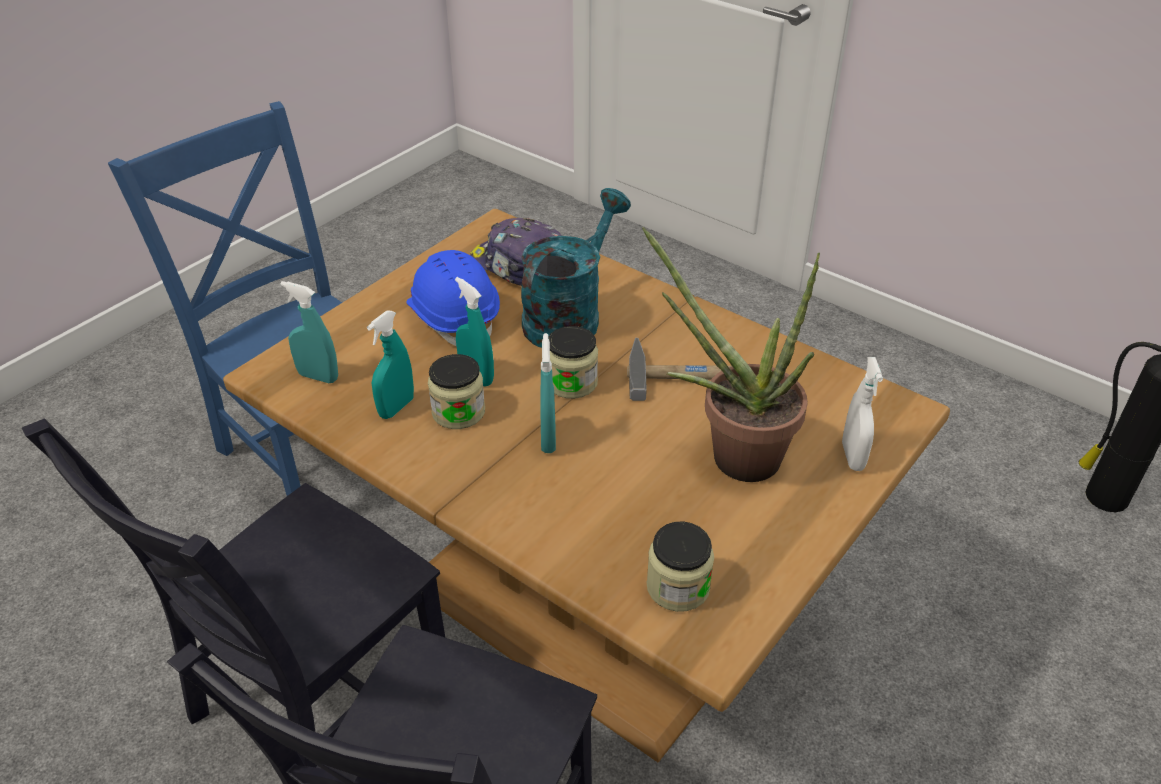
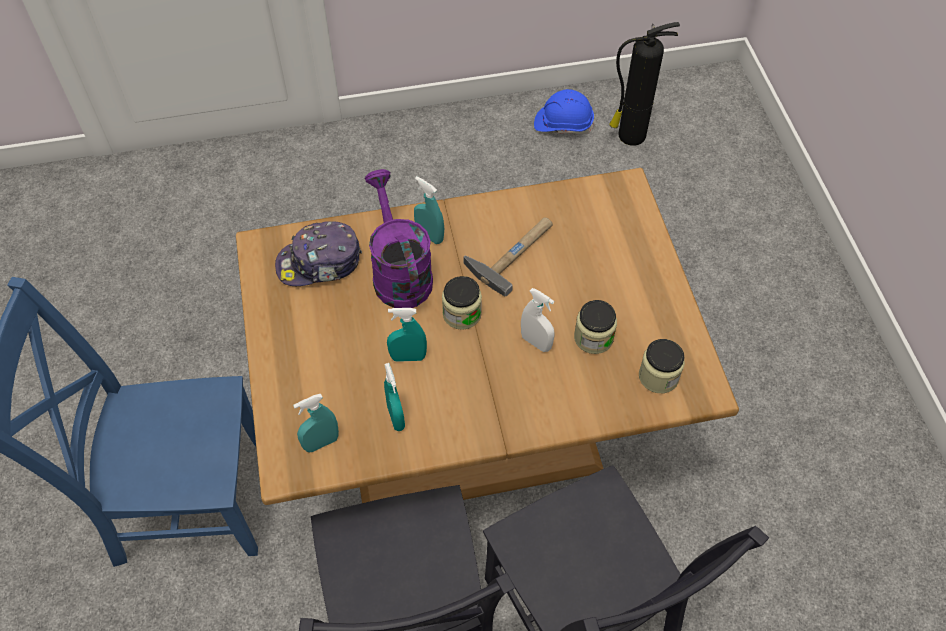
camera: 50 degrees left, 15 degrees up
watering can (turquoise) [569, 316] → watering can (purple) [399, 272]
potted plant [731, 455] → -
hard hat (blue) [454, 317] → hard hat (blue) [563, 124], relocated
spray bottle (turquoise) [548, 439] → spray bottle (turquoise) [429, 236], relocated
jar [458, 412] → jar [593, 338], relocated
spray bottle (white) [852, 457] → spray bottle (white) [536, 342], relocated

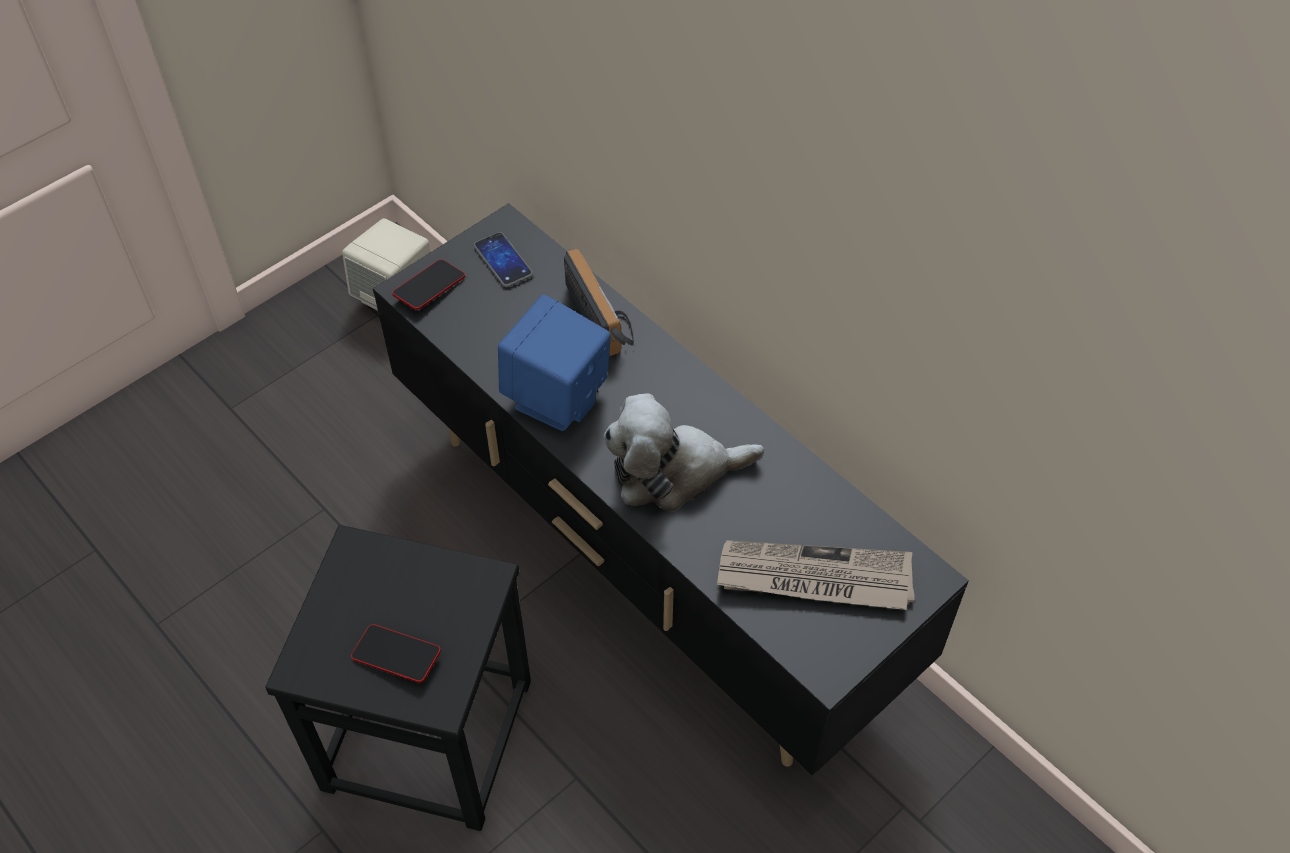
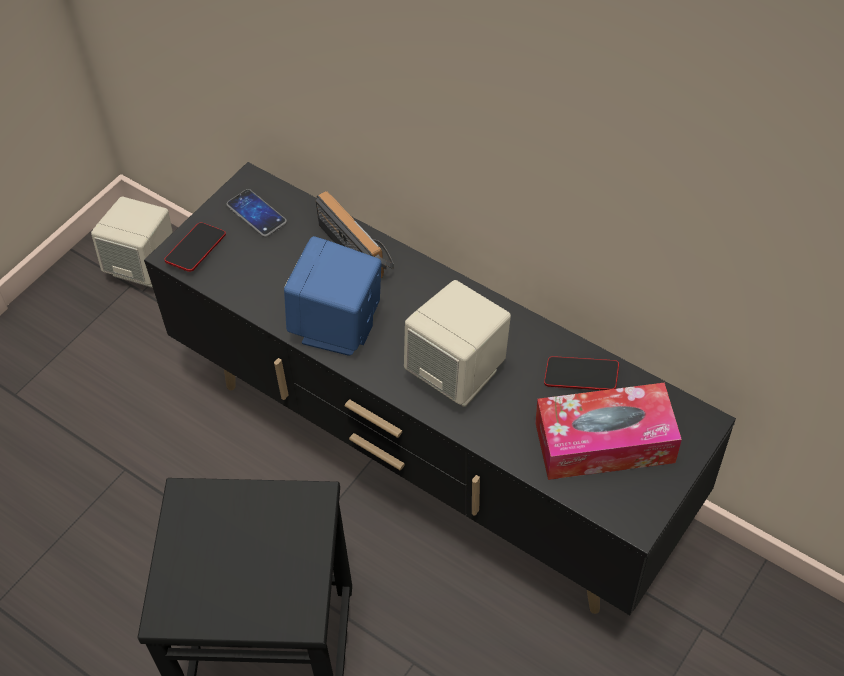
camera: 10 degrees left, 0 degrees up
plush toy [673, 472] → speaker (beige) [458, 373]
newspaper [814, 578] → tissue box [604, 442]
phone [396, 656] → phone [581, 377], relocated

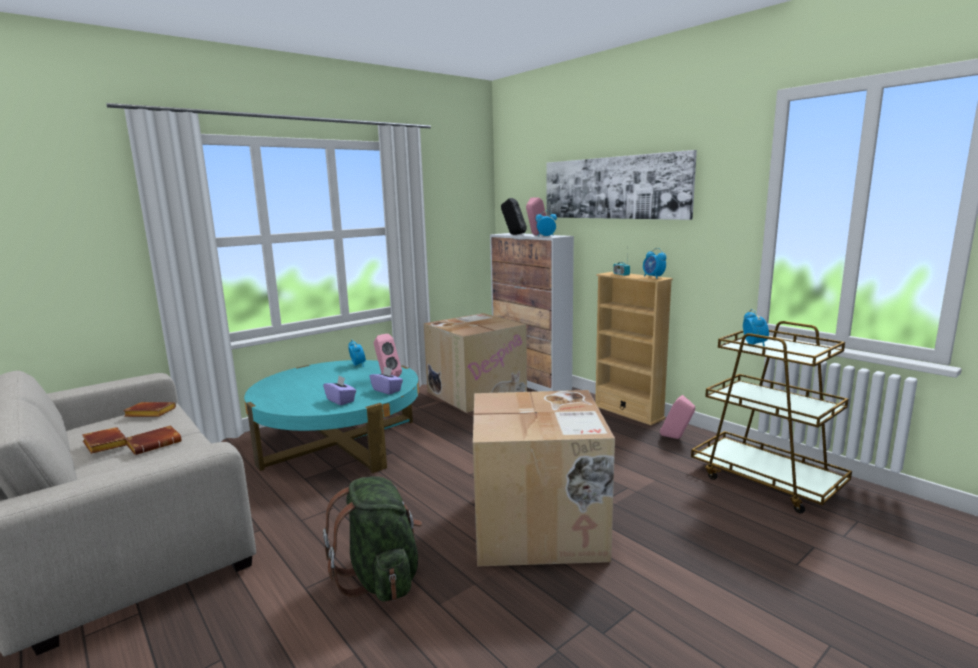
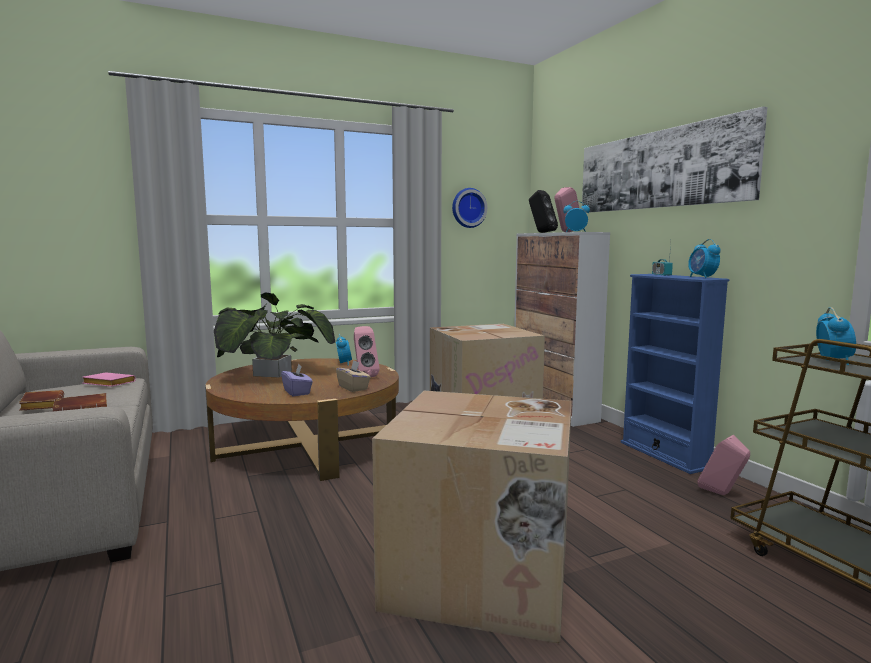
camera: 15 degrees right, 5 degrees down
bookcase (beige) [628, 412] → bookcase (blue) [664, 455]
coffee table (turquoise) [340, 442] → coffee table (brown) [307, 444]
tissue box (purple) [387, 390] → tissue box (beige) [353, 388]
book (brown) [149, 413] → book (pink) [107, 384]
backpack (green) [381, 578] → -
- → wall clock [468, 208]
- → potted plant [272, 373]

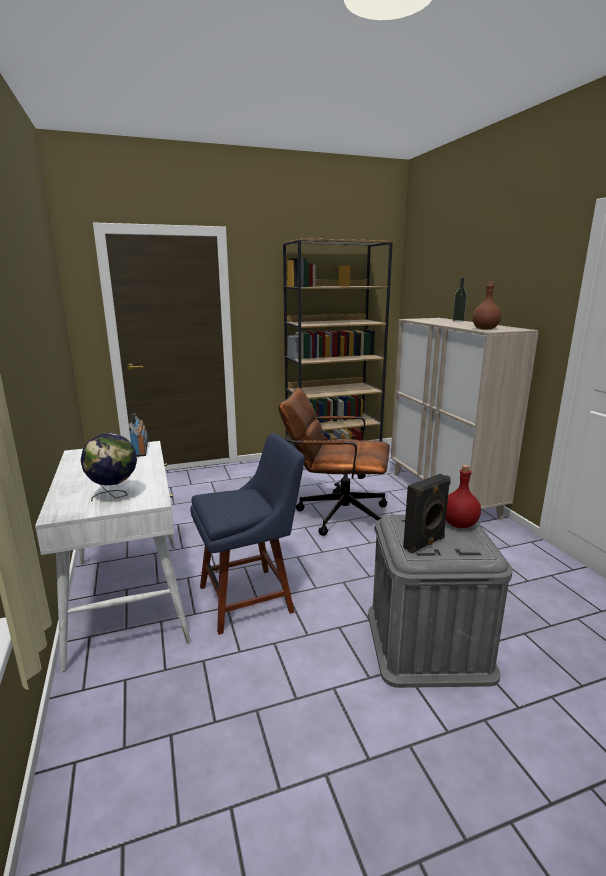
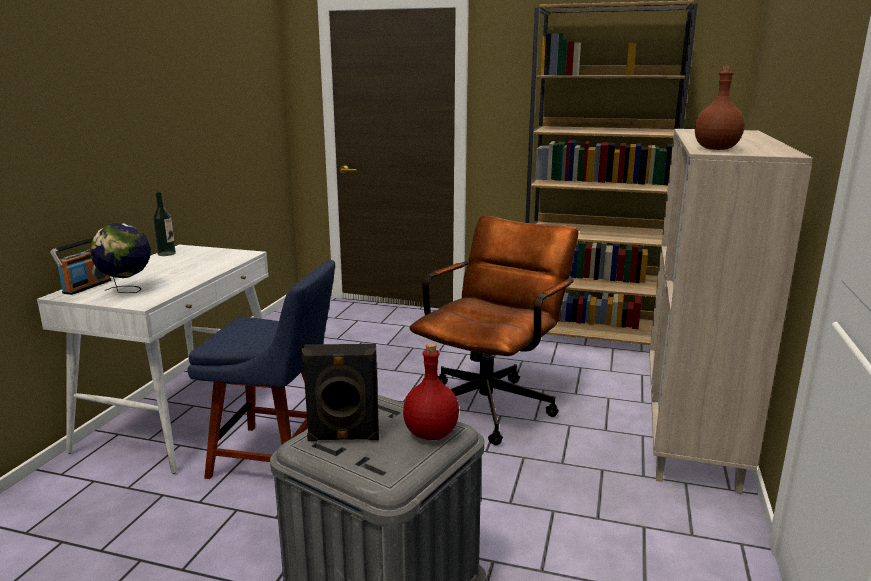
camera: 35 degrees right, 0 degrees up
bottle [458, 321] → bottle [166, 254], relocated
office chair (brown) [335, 514] → office chair (brown) [492, 403], 75 degrees clockwise
radio [140, 450] → radio [86, 287], relocated

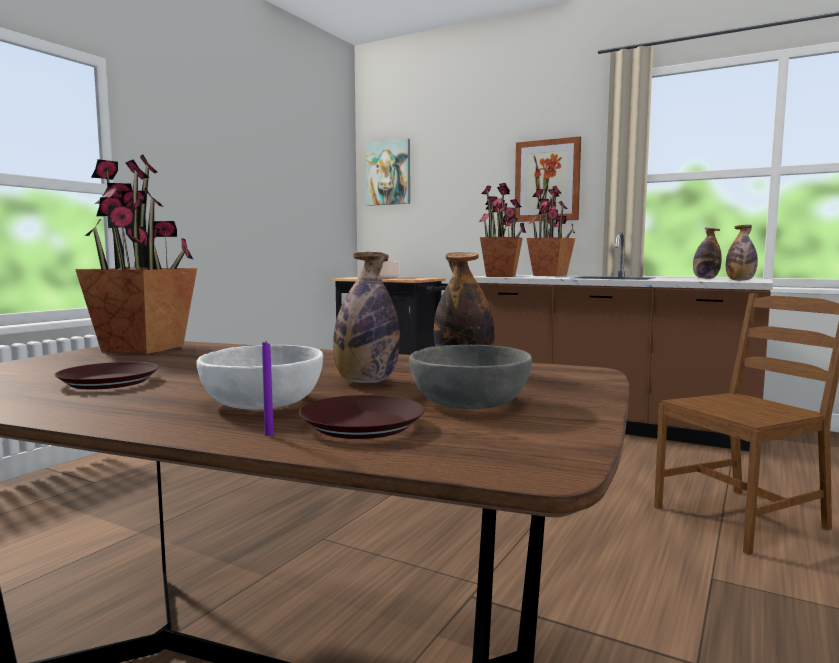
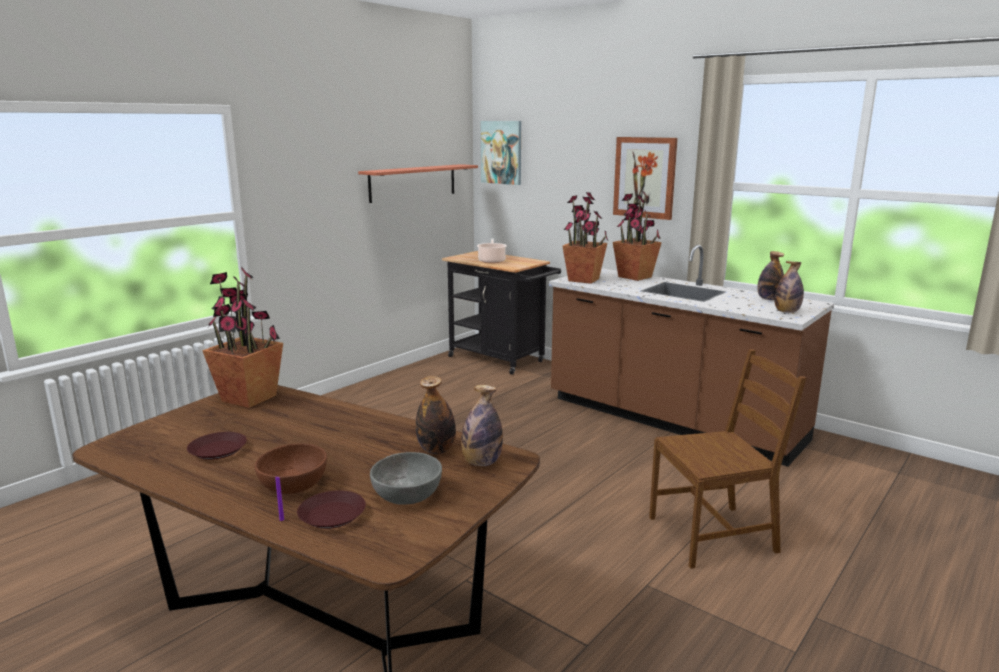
camera: 10 degrees right, 10 degrees up
bottle [366, 382] → bottle [481, 463], relocated
bowl (white) [263, 402] → bowl (brown) [293, 484]
- → shelf [413, 182]

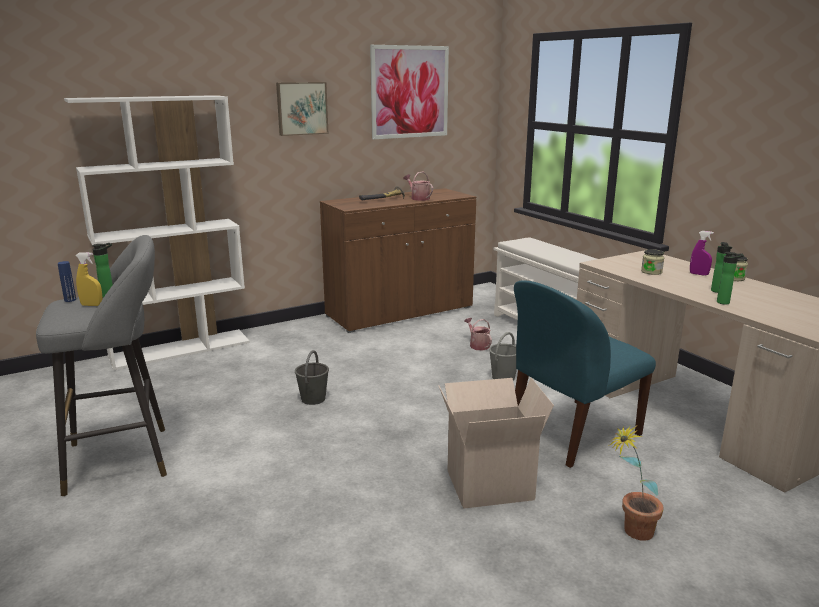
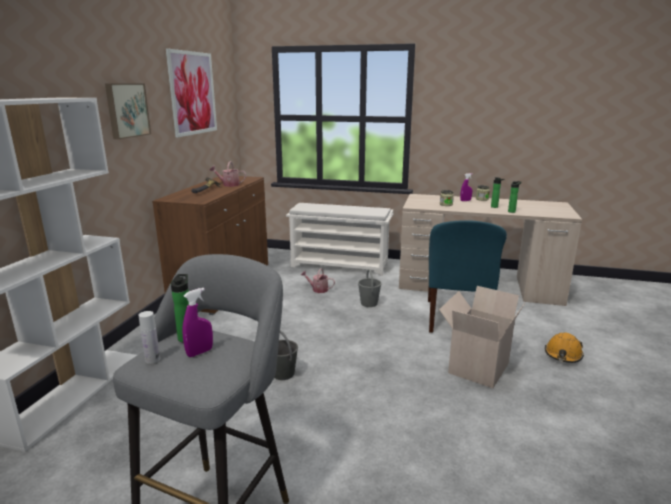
camera: 45 degrees left, 0 degrees up
spray bottle (yellow) [92, 305] → spray bottle (purple) [200, 352]
bottle (blue) [70, 300] → bottle (white) [152, 359]
potted plant [630, 532] → hard hat (orange) [563, 355]

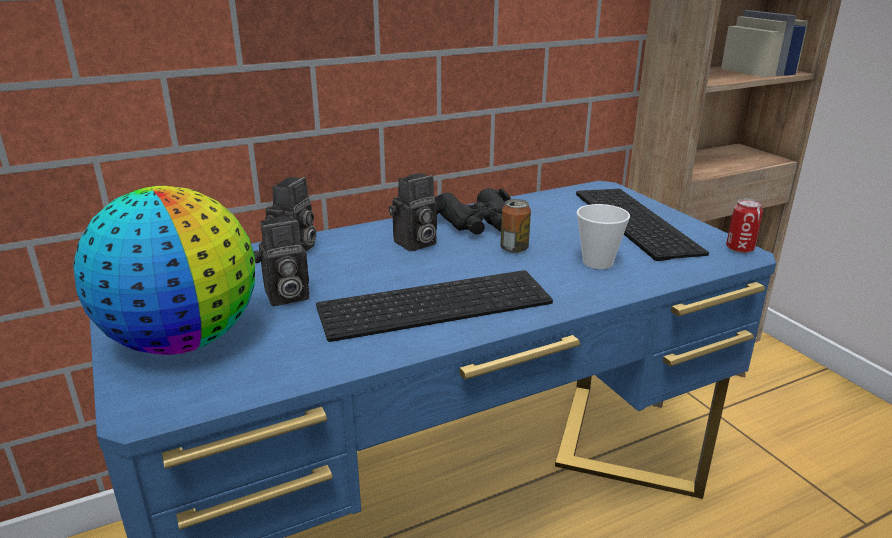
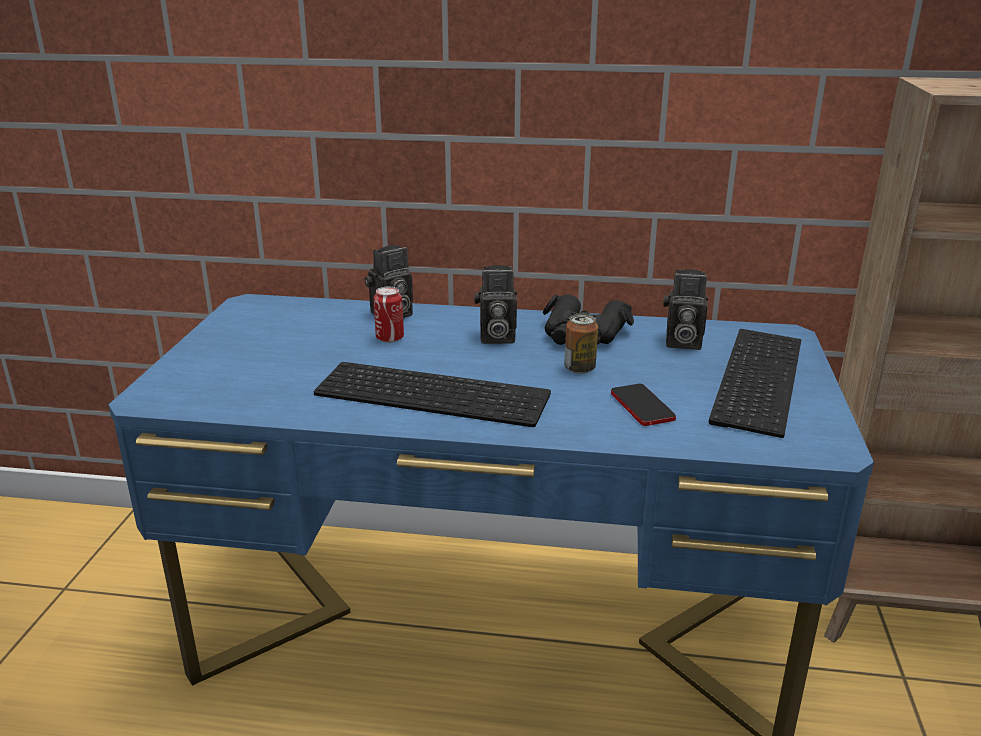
camera: 35 degrees right, 0 degrees up
globe [183, 341] → -
can [739, 249] → can [390, 338], relocated
cup [597, 262] → phone [642, 406]
photo camera [285, 297] → photo camera [681, 342], relocated

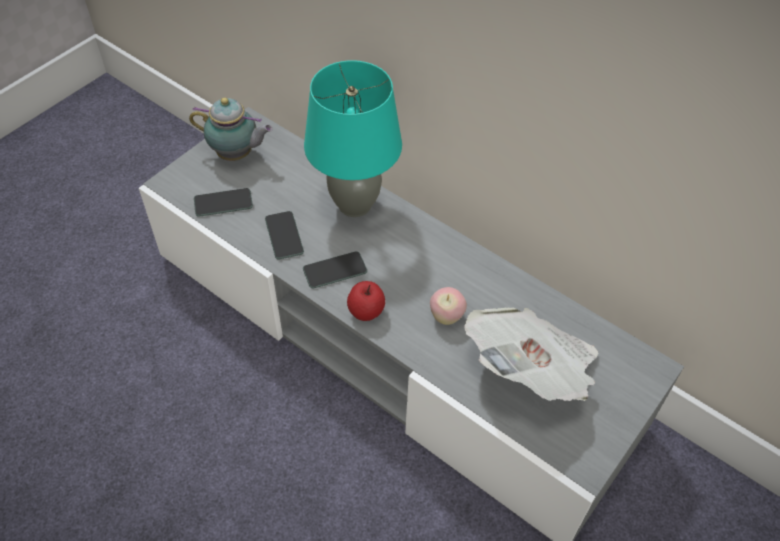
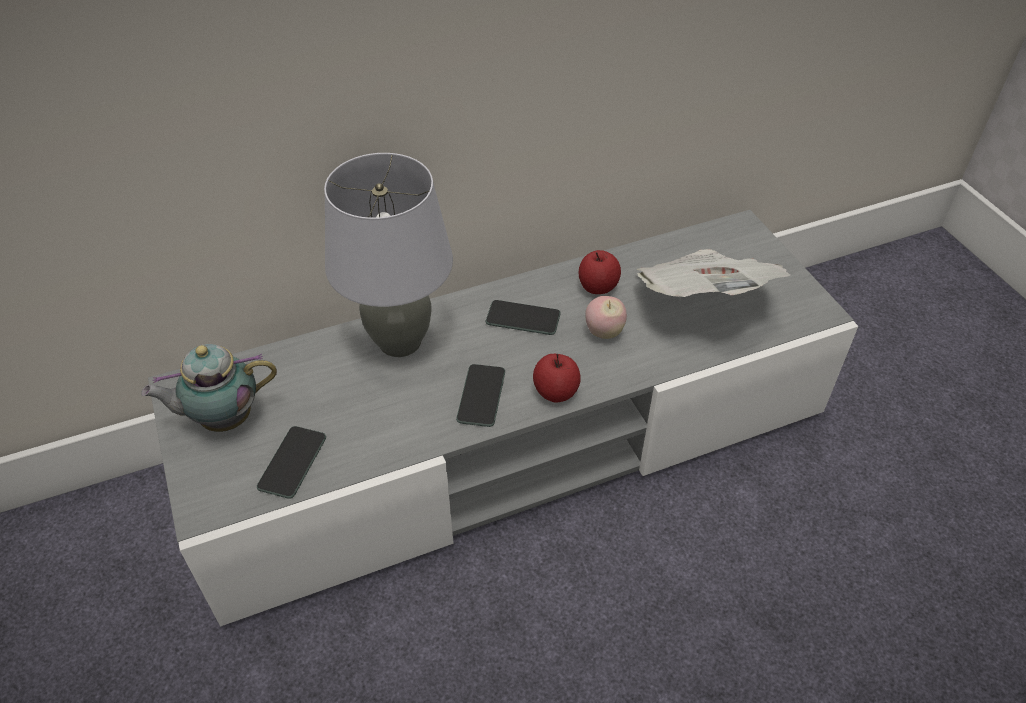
camera: 60 degrees left, 5 degrees down
table lamp (turquoise) [354, 205] → table lamp (grey) [400, 342]
teapot [237, 155] → teapot [223, 419], 150 degrees counterclockwise
phone [284, 235] → phone [523, 318], relocated
- → apple [597, 286]

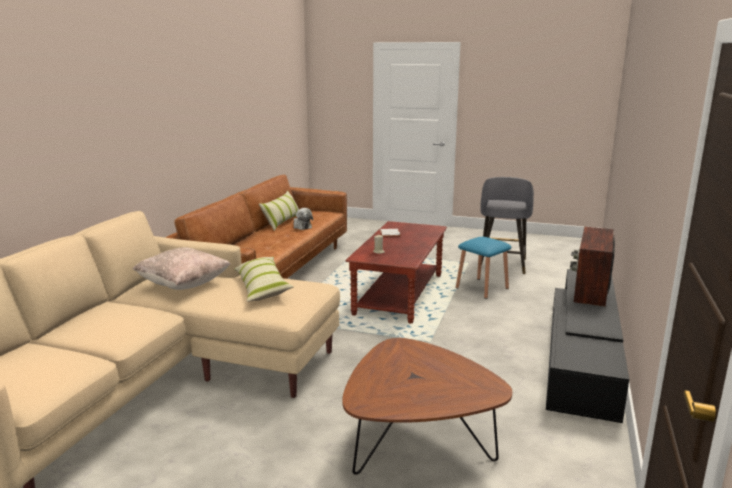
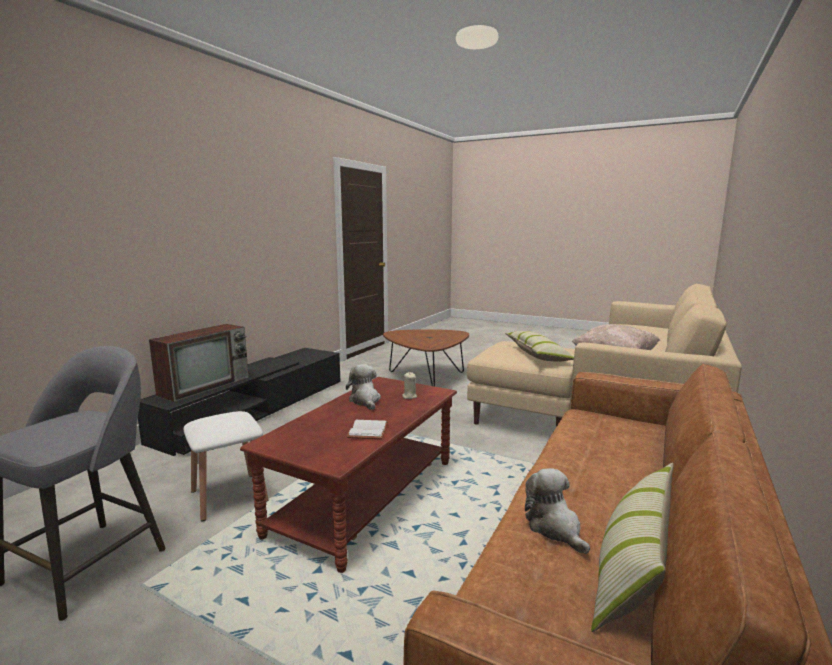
camera: 170 degrees left, 5 degrees down
stool (blue) [482, 288] → stool (white) [229, 496]
- → plush toy [365, 400]

